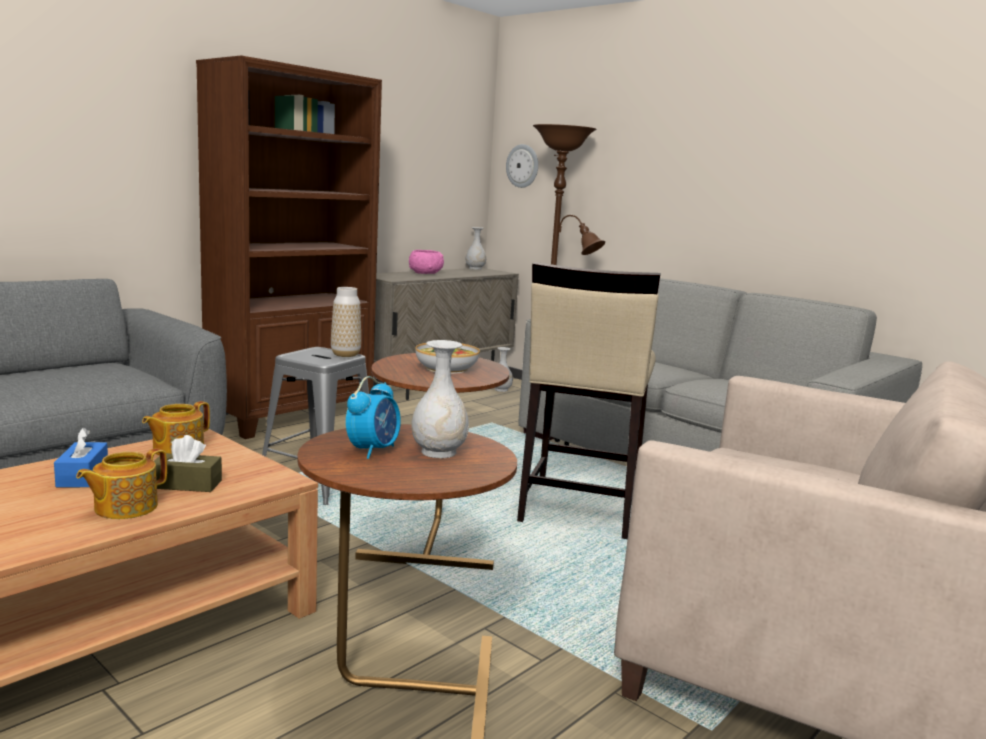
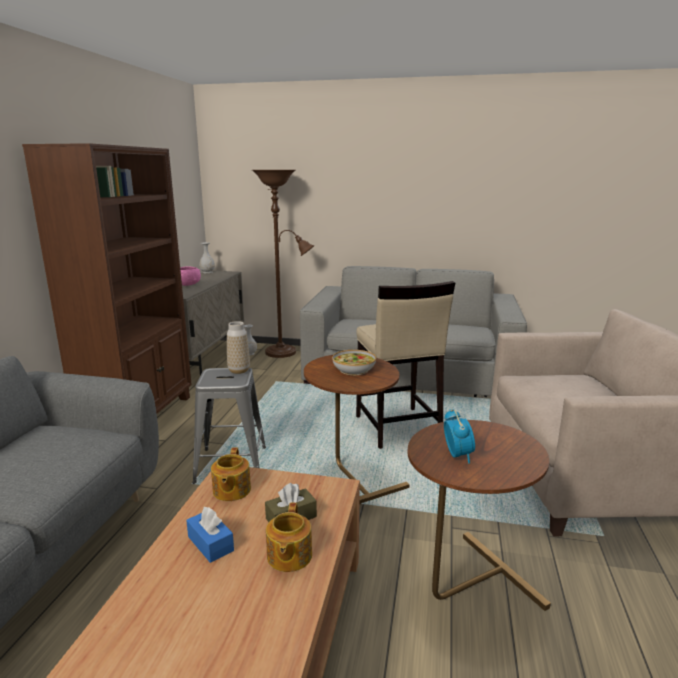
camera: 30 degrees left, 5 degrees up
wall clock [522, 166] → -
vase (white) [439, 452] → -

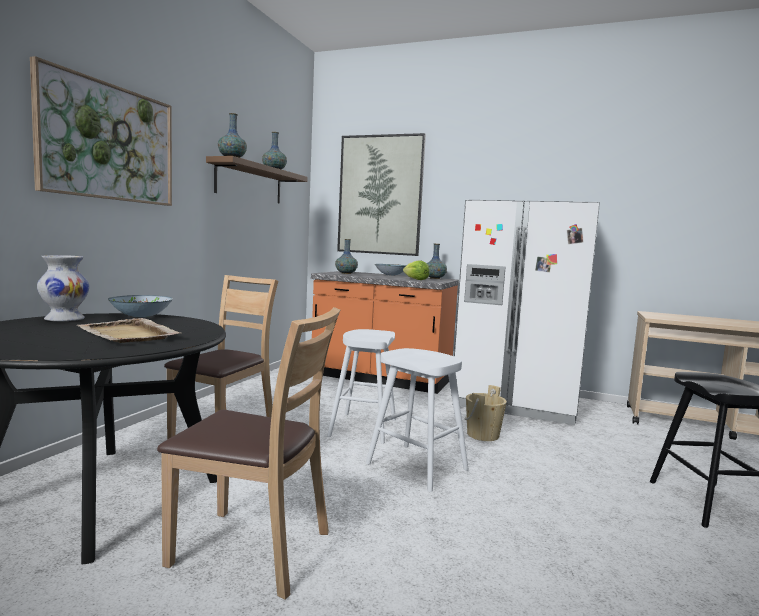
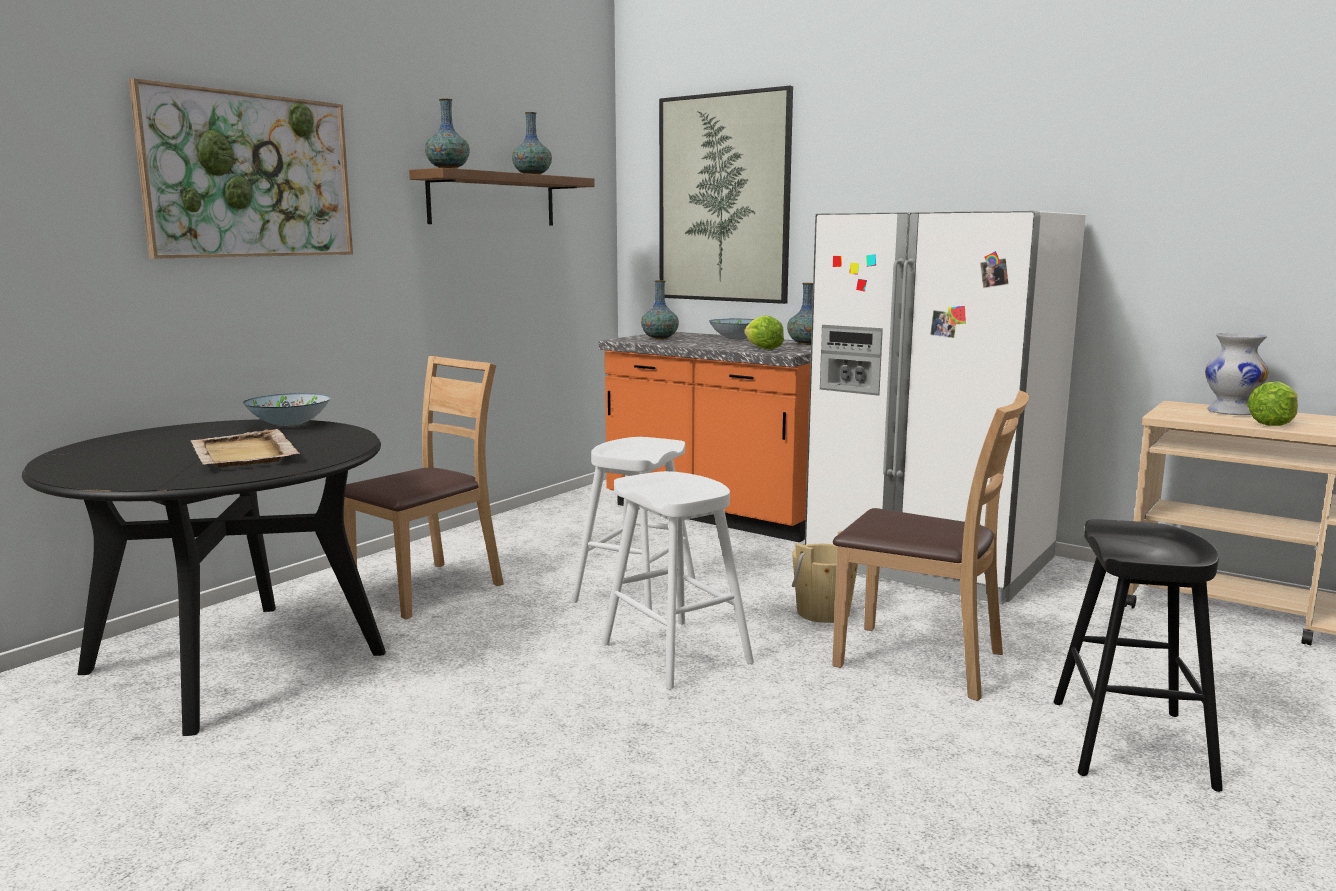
camera: 15 degrees right, 5 degrees up
vase (white) [65, 319] → vase (white) [1230, 412], relocated
chair (brown) [252, 550] → chair (brown) [921, 660], relocated
- → lettuce [1273, 423]

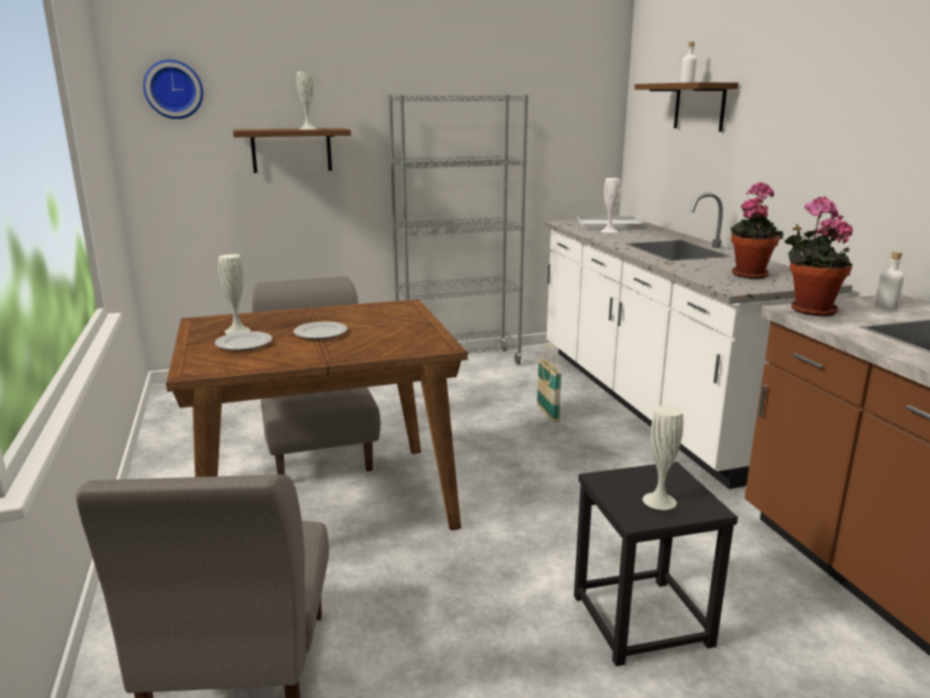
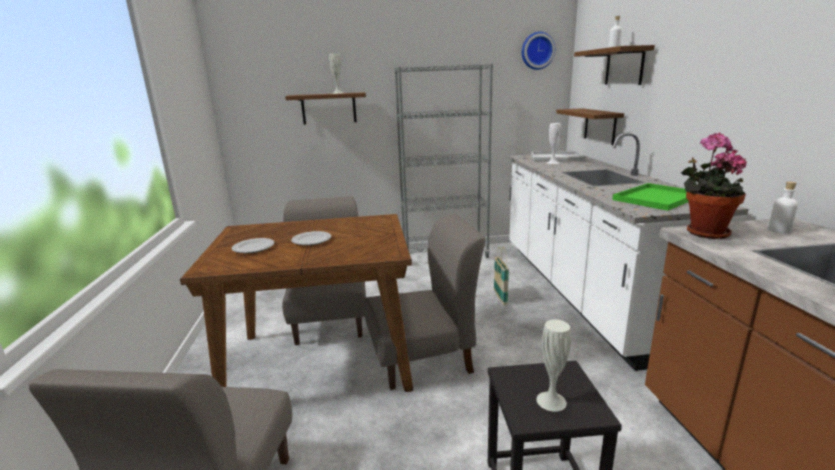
camera: 10 degrees right, 0 degrees up
wall clock [174, 89] → wall clock [537, 51], relocated
potted plant [749, 274] → tray (green) [656, 197]
vase (white) [237, 330] → -
- → shelf (brown) [600, 126]
- → chair (grey) [422, 359]

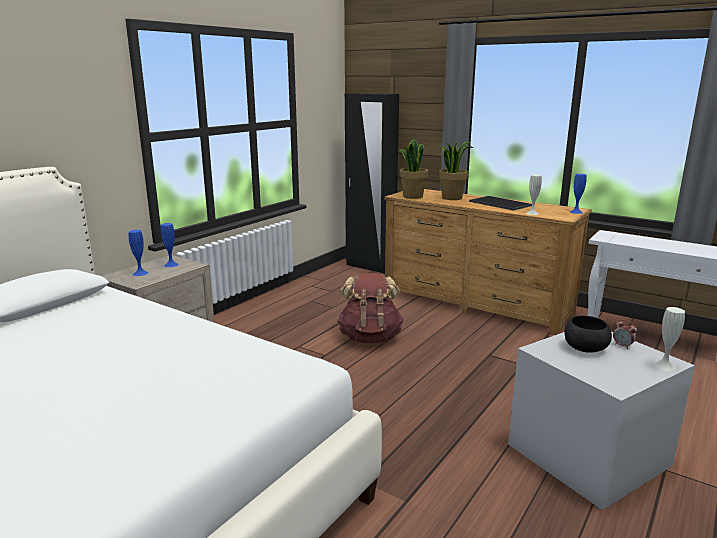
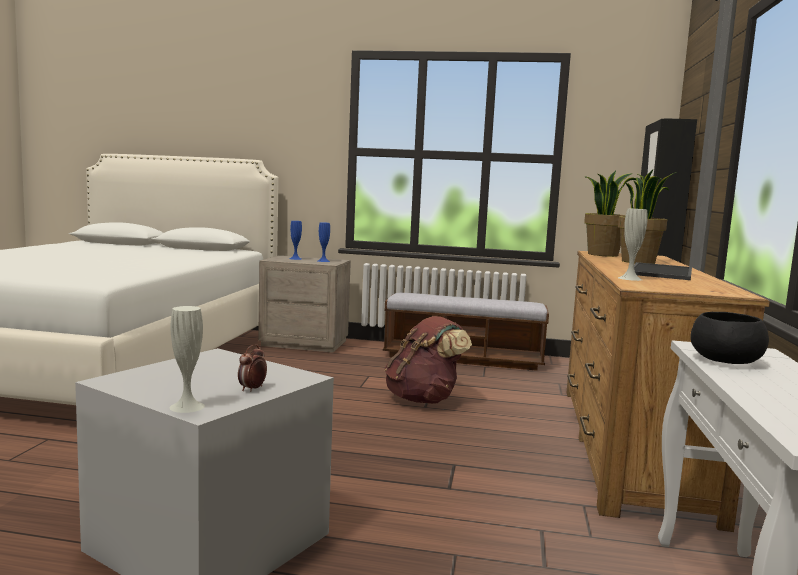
camera: 65 degrees right, 10 degrees down
vase (blue) [576, 212] → -
bowl (black) [585, 348] → bowl (black) [724, 360], relocated
- → bench [463, 358]

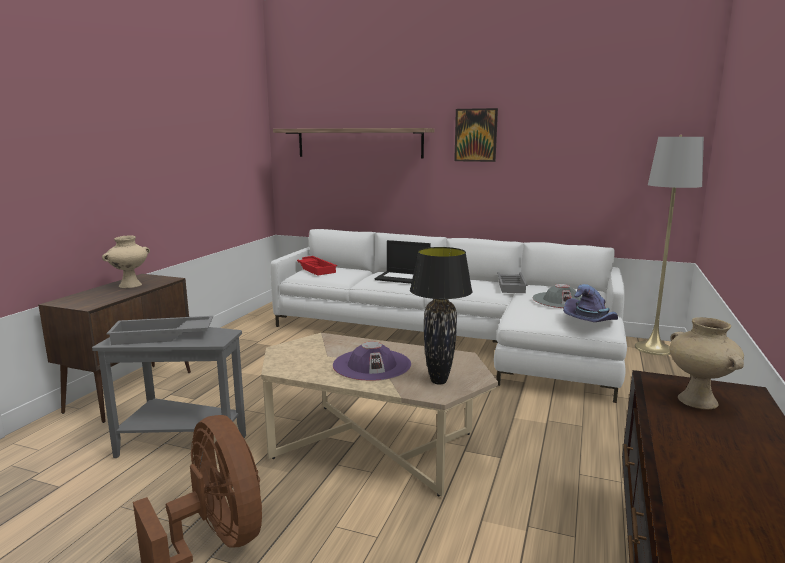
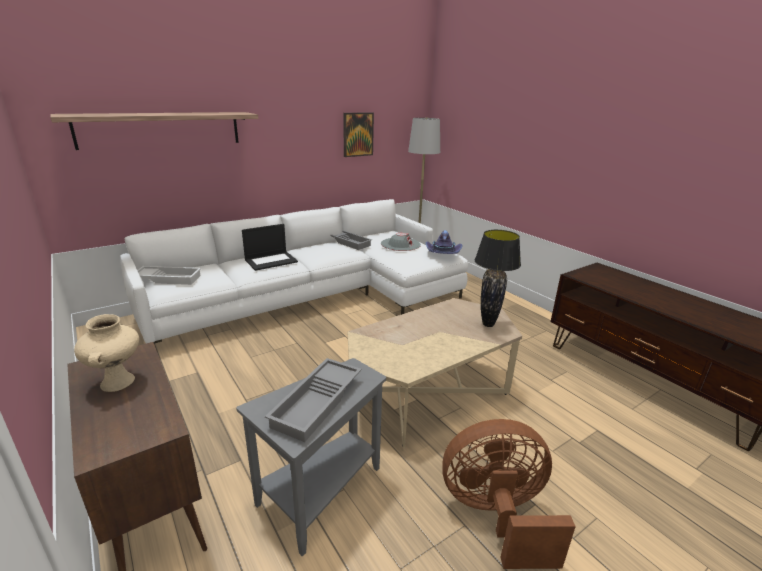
camera: 55 degrees left, 10 degrees up
picture [476, 135] → picture [358, 134], relocated
tray (red) [315, 269] → tray (white) [168, 278]
vase (beige) [699, 401] → -
hat (purple) [372, 365] → -

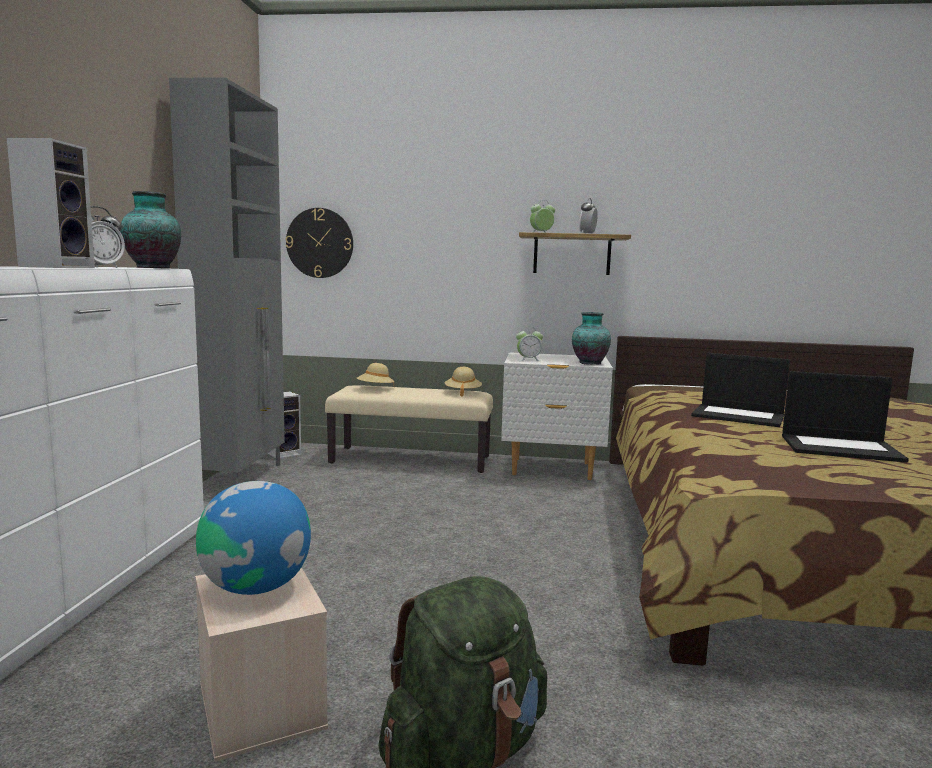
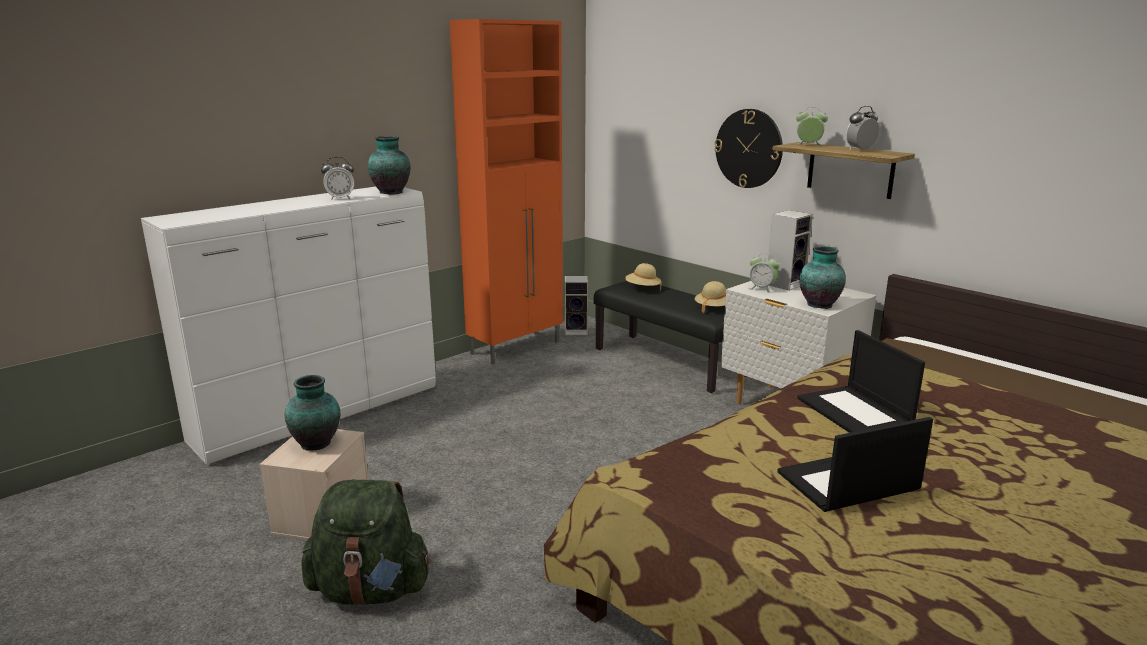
camera: 40 degrees right, 10 degrees up
cabinet (grey) [241, 477] → cabinet (orange) [517, 347]
speaker [58, 267] → speaker [785, 284], relocated
wall clock [320, 243] → wall clock [749, 148], relocated
laptop [841, 448] → laptop [847, 483], 105 degrees clockwise
bench (beige) [411, 459] → bench (black) [669, 362]
globe [256, 587] → vase [317, 443]

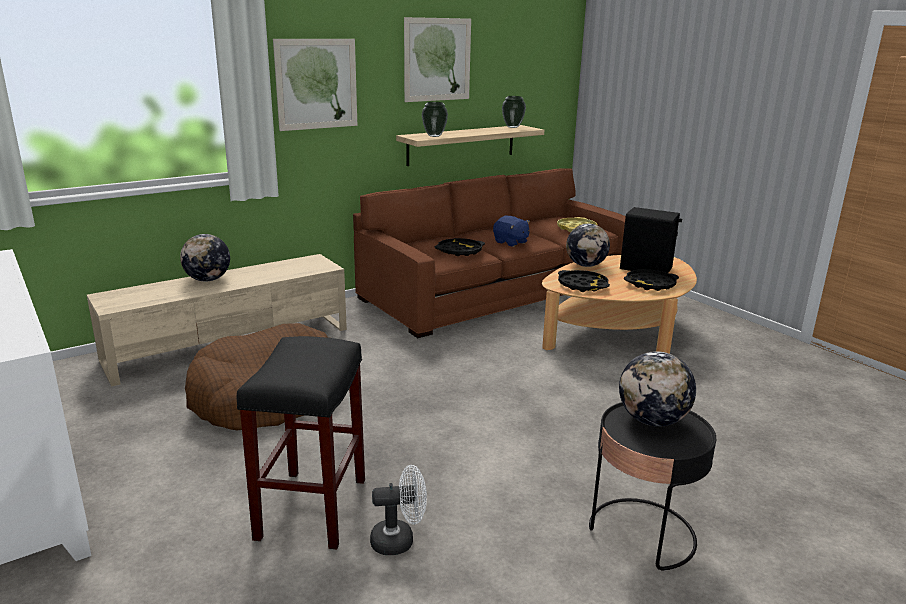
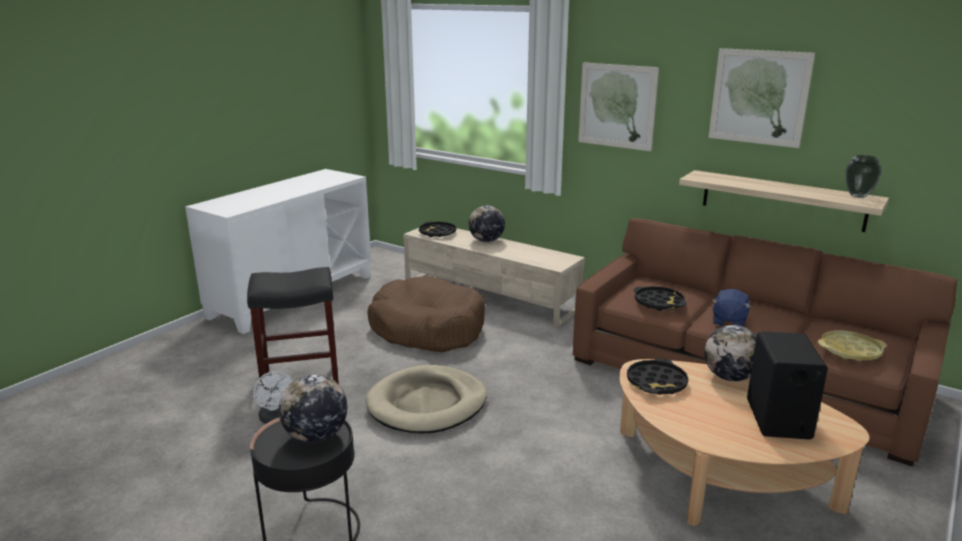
camera: 70 degrees right, 0 degrees up
vase [434, 136] → -
tray (black) [650, 284] → tray (black) [437, 233], relocated
- → dog bed (beige) [427, 404]

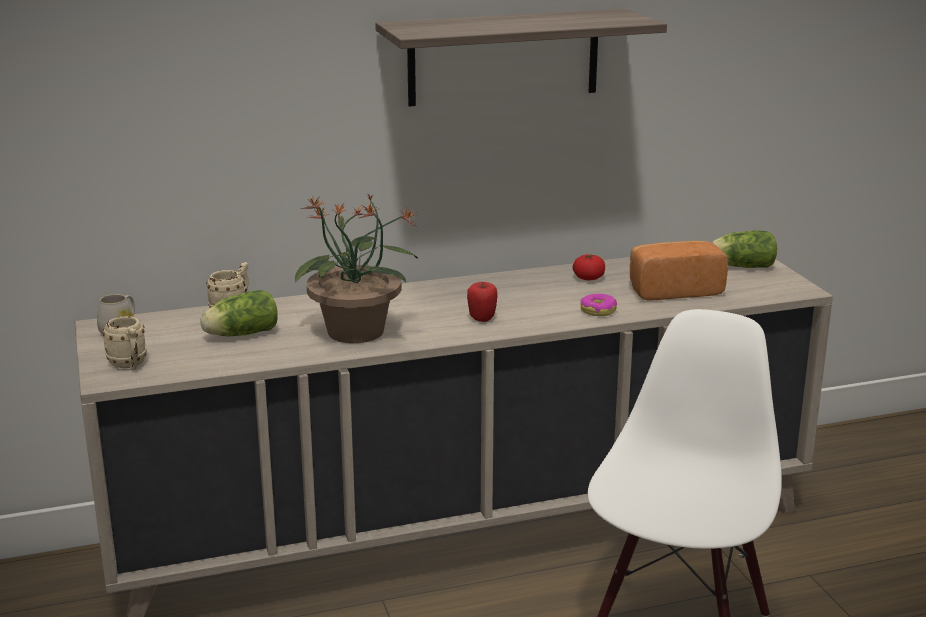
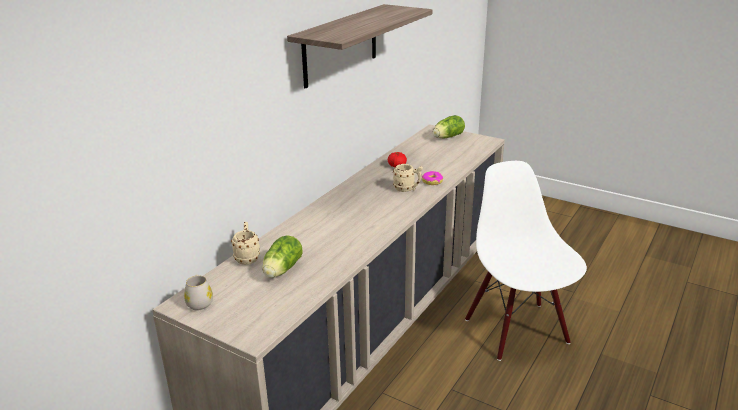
camera: 40 degrees left, 5 degrees up
potted plant [357, 332] → -
bread [673, 290] → -
apple [482, 319] → -
mug (beige) [129, 365] → mug (beige) [407, 189], relocated

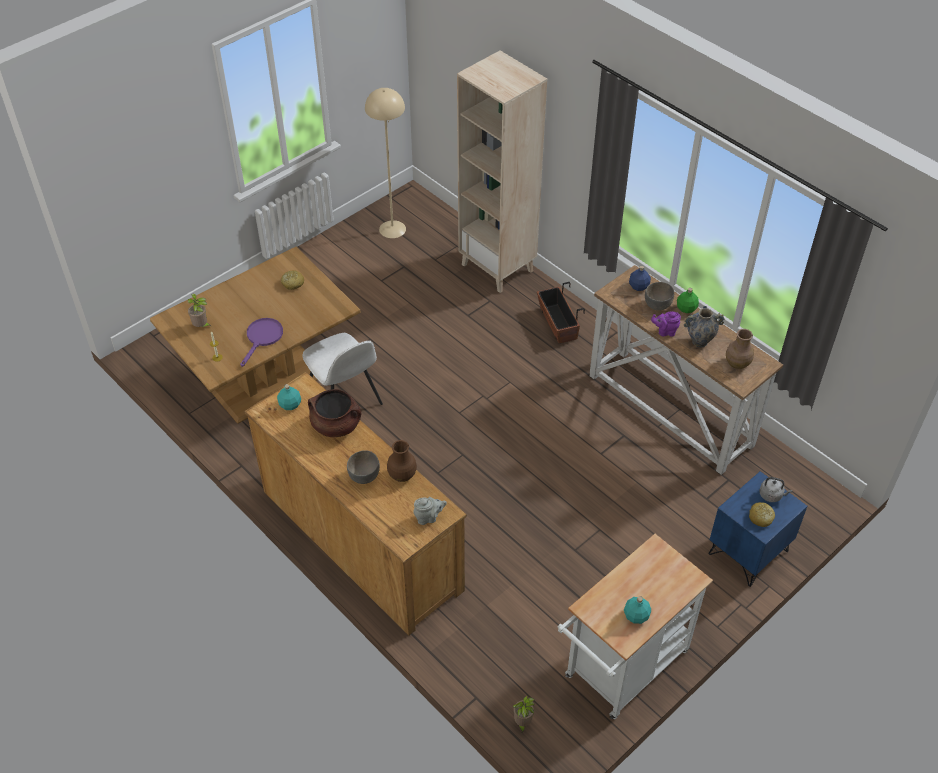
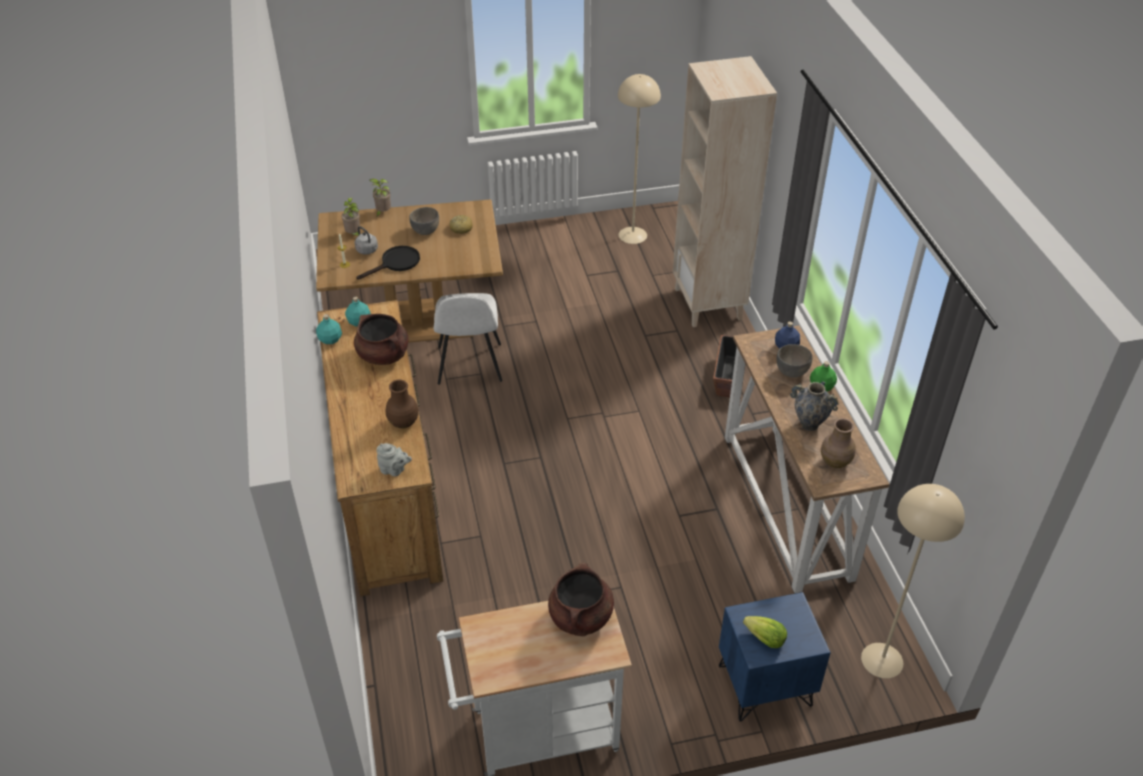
camera: 30 degrees right, 5 degrees down
teapot (purple) [665, 331] → -
frying pan (purple) [262, 338] → frying pan (black) [396, 263]
bowl (grey) [364, 476] → bowl (grey) [426, 231], relocated
kettle (grey) [772, 495] → kettle (grey) [368, 250], relocated
bread [760, 517] → lettuce [765, 639]
bottle (turquoise) [635, 616] → bottle (turquoise) [330, 339], relocated
potted plant [522, 723] → potted plant [383, 213], relocated
- → floor lamp (beige) [882, 660]
- → cooking pot (brown) [581, 617]

